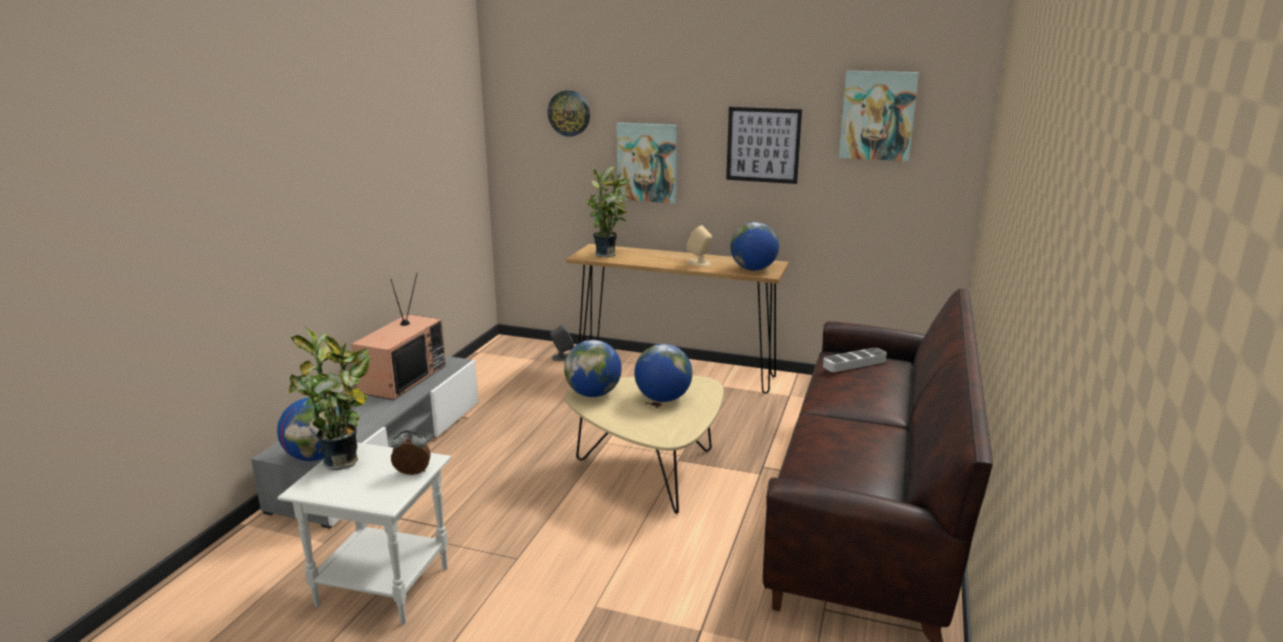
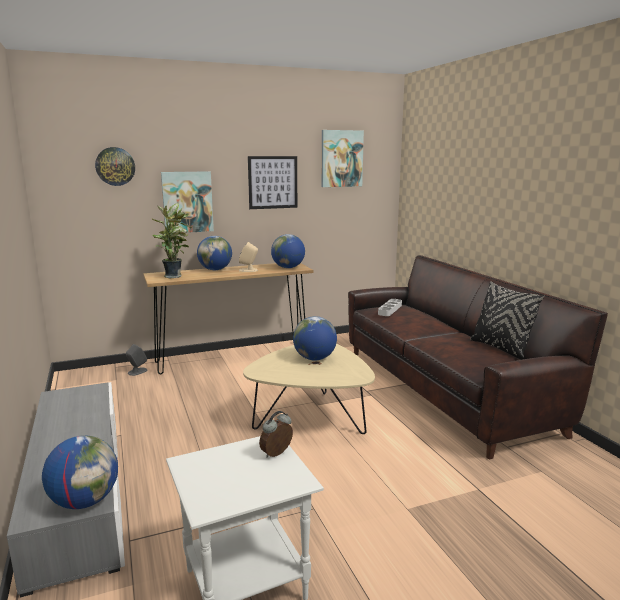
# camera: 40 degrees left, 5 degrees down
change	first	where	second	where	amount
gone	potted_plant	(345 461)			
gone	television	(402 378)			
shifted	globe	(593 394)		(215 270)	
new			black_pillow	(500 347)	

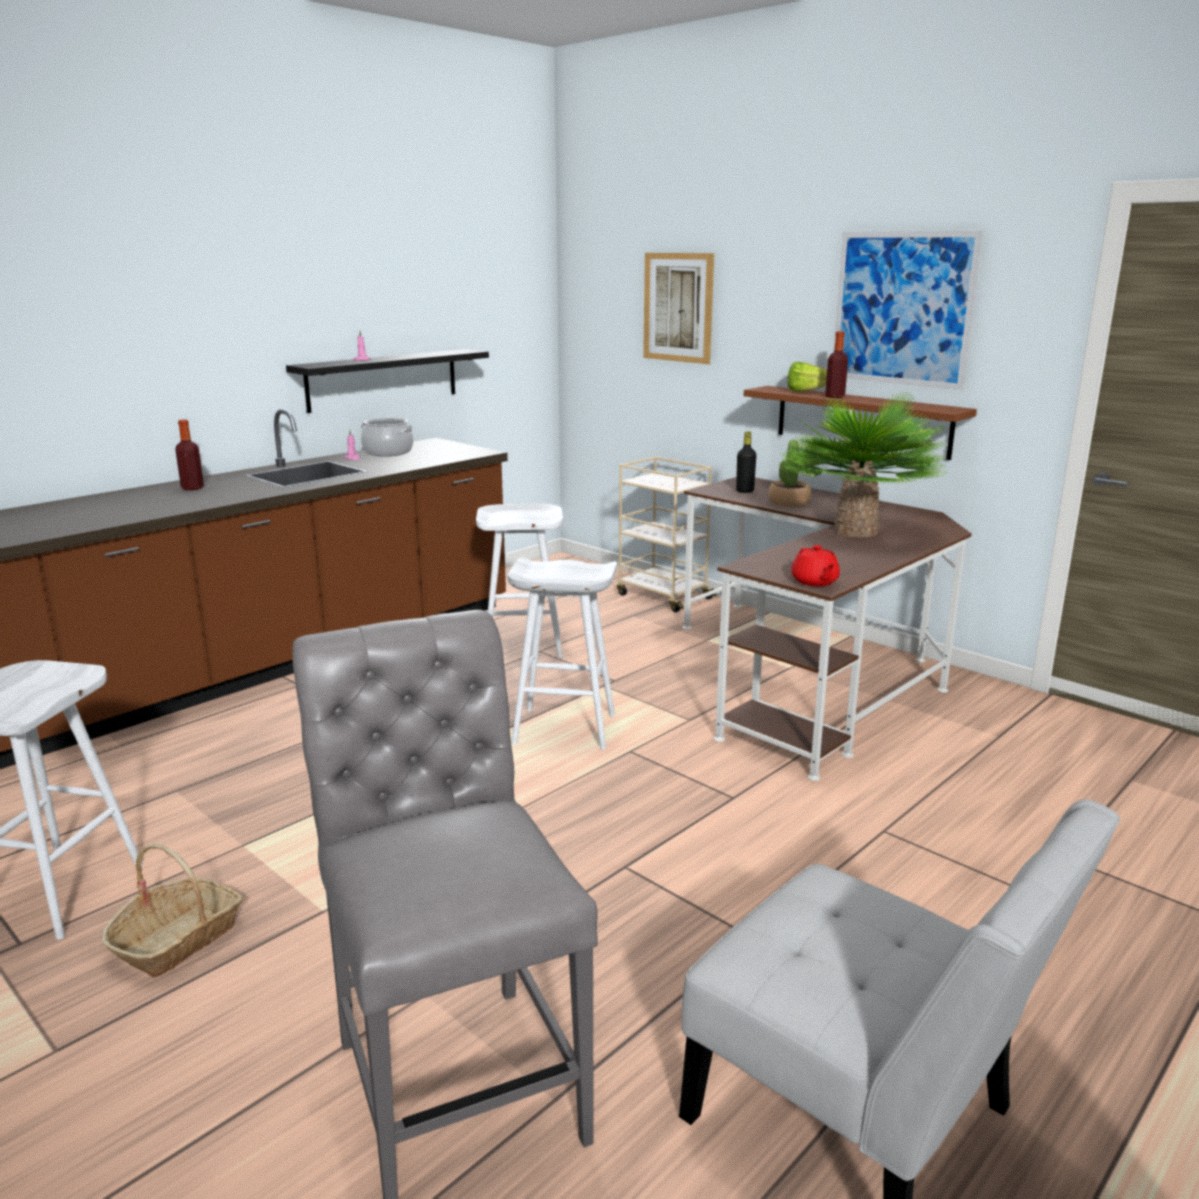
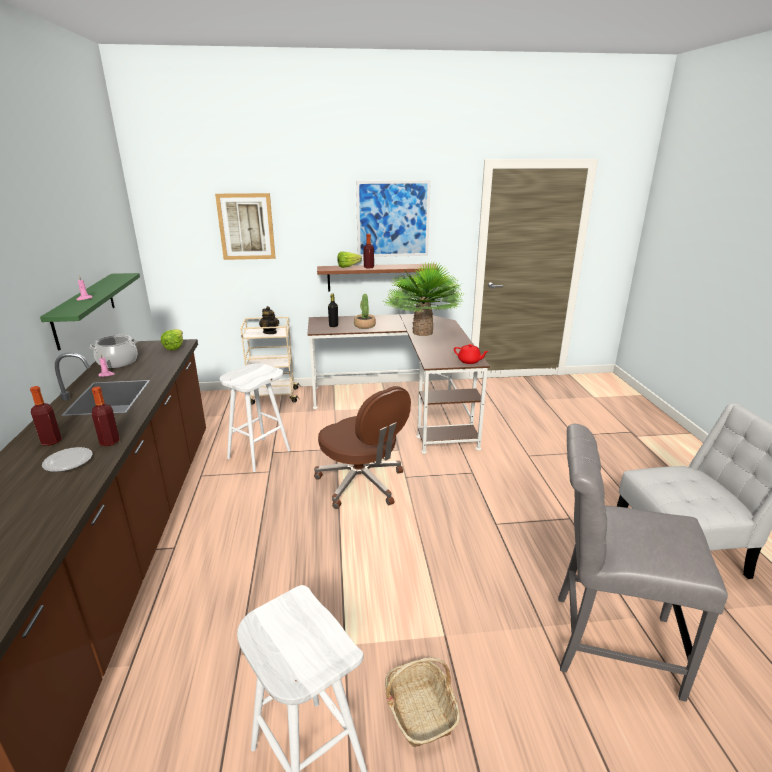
# camera: 50 degrees left, 5 degrees up
change	first	where	second	where	amount
repainted	black_shelf	(383 379)	green_shelf	(84 309)	
swapped	white_stool	(563 729)	brown_office_chair	(362 484)	
new			plate	(68 461)	
new			bottle	(110 442)	
new			lettuce	(176 346)	
new			teapot	(270 332)	

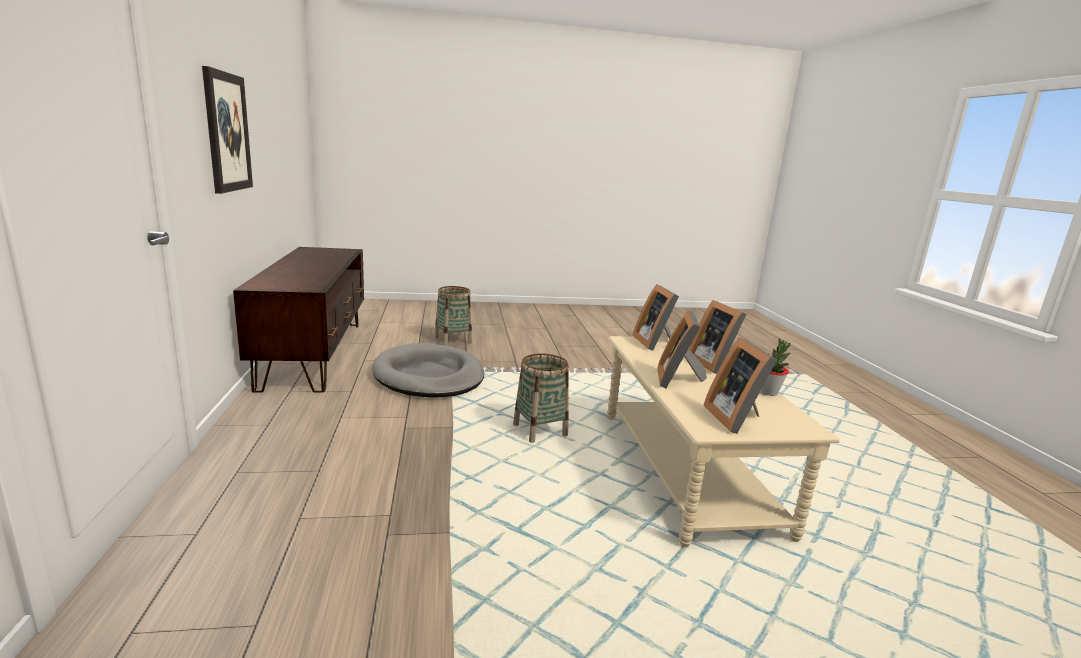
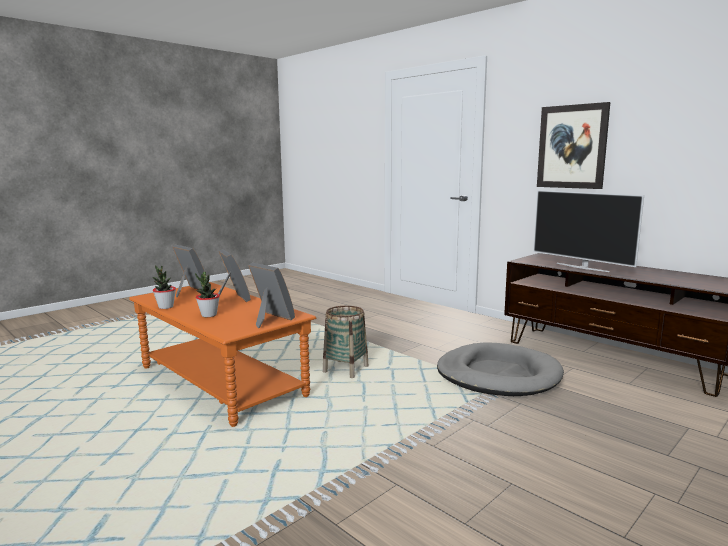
# camera: 145 degrees right, 5 degrees down
change	first	where	second	where	amount
gone	basket	(453 340)			
repainted	beige_coffee_table	(687 470)	orange_coffee_table	(221 381)	
swapped	picture_frame	(714 364)	potted_plant	(209 315)	
new			television	(582 267)	

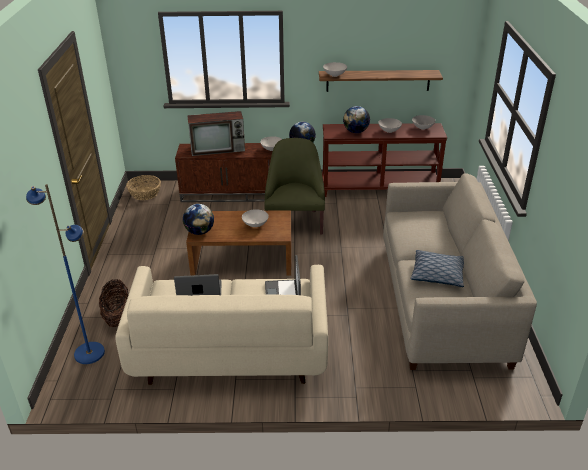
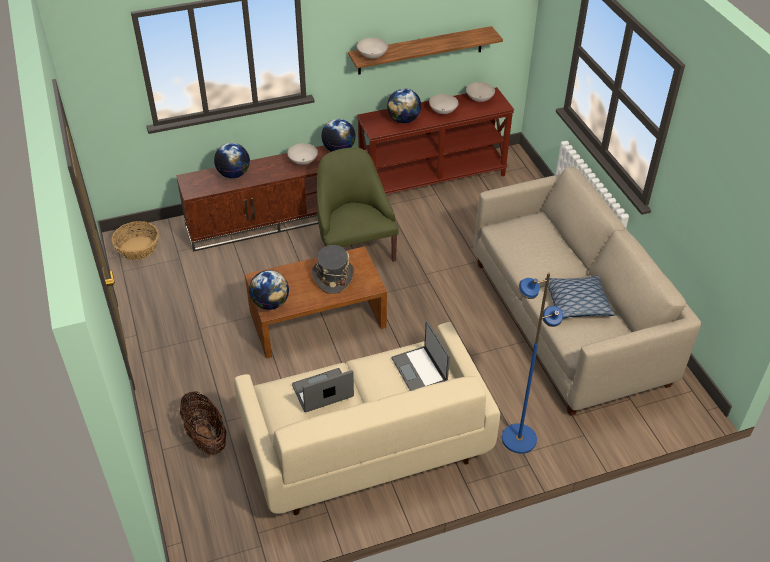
# camera: 20 degrees left, 10 degrees up
change	first	where	second	where	amount
shifted	blue_floor_lamp	(89 353)		(518 438)	
swapped	television	(218 149)	globe	(234 174)	
swapped	white_bowl	(255 224)	grey_hat	(333 277)	

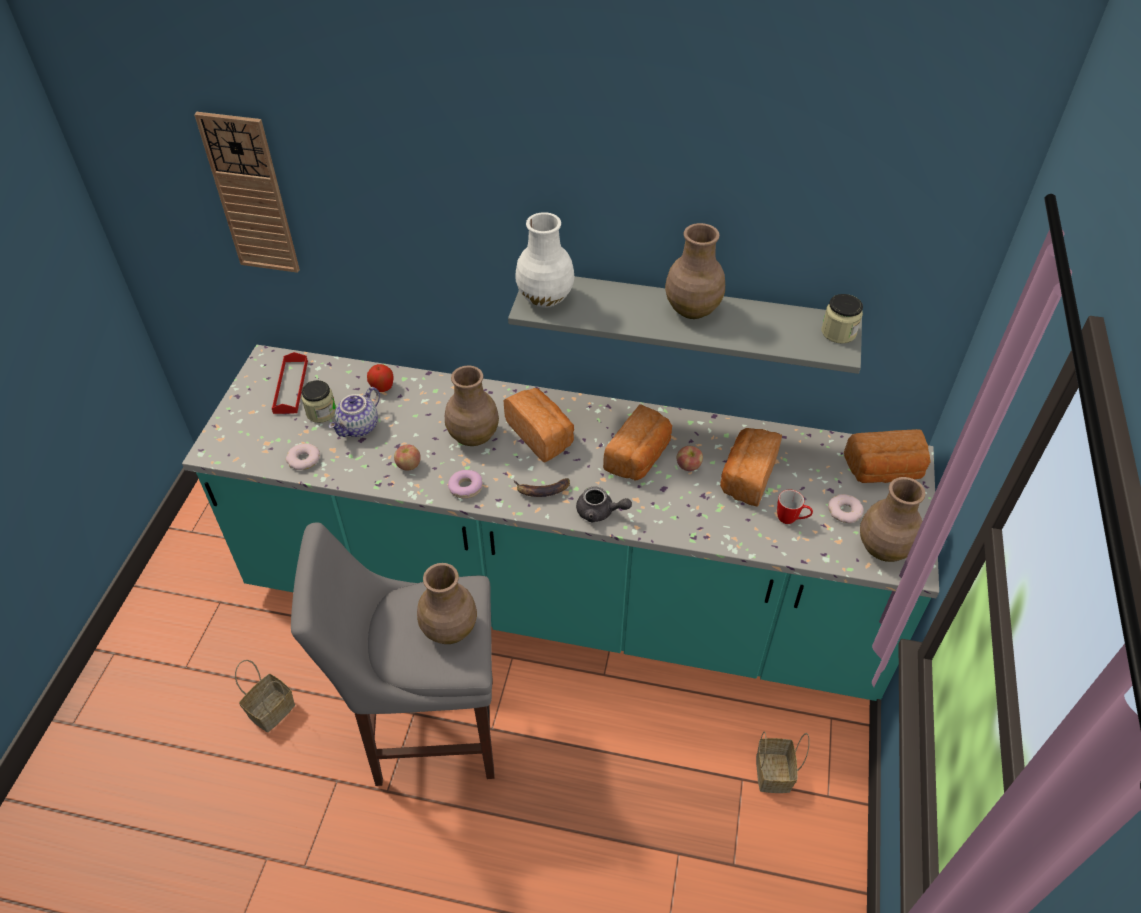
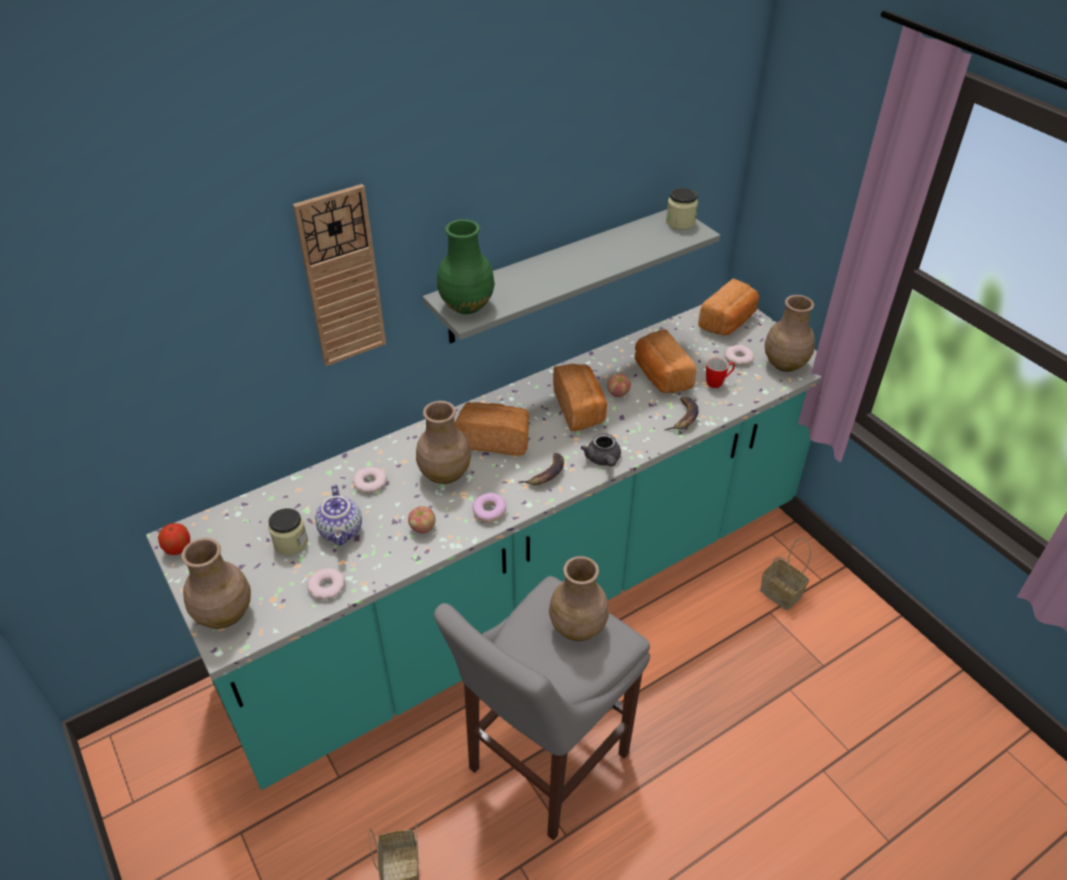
# camera: 45 degrees left, 5 degrees down
change	first	where	second	where	amount
shifted	wall_clock	(251 195)		(342 278)	
gone	red_tray	(291 386)			
shifted	apple	(382 387)		(178 549)	
repainted	white_vase	(546 298)	green_vase	(468 305)	
rotated	grey_teapot	(600 512)		(603 460)	105 degrees clockwise
shifted	brown_vase	(691 309)		(223 614)	
new			donut	(370 482)	
new			banana	(683 417)	

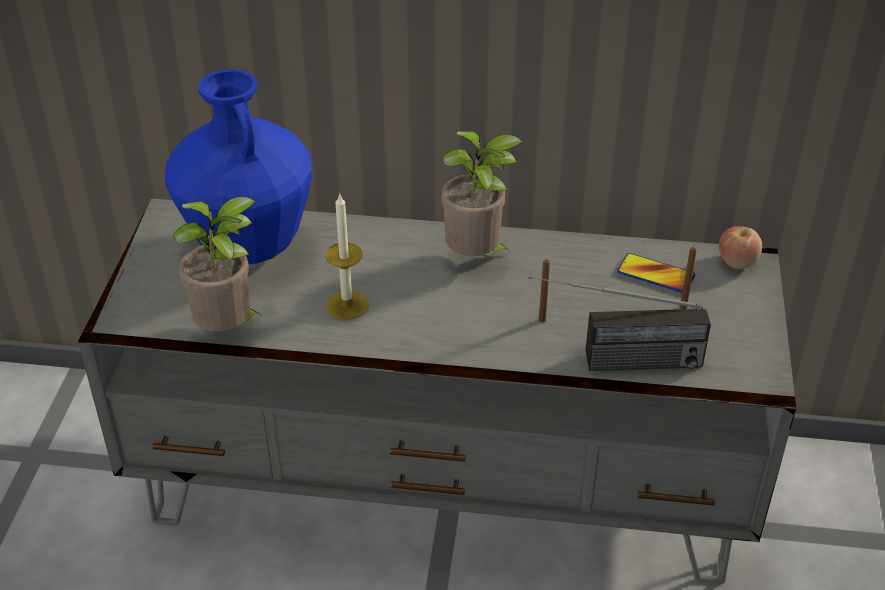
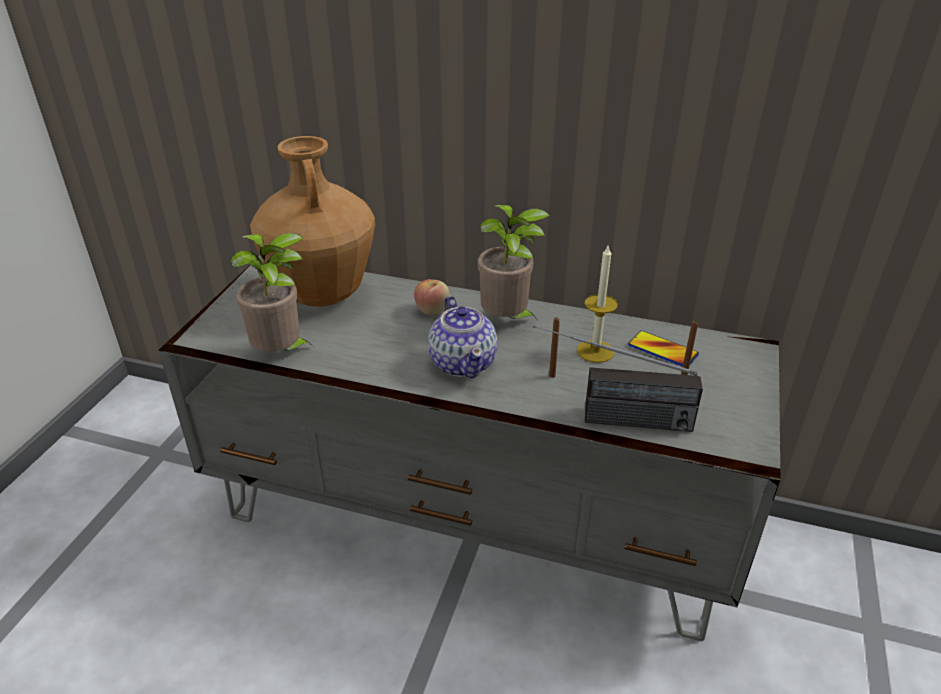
# camera: 10 degrees right, 5 degrees down
change	first	where	second	where	amount
repainted	blue_vase	(248 246)	brown_vase	(322 294)	
shifted	candle	(347 305)		(595 351)	
shifted	apple	(737 262)		(432 310)	
new			teapot	(463 362)	

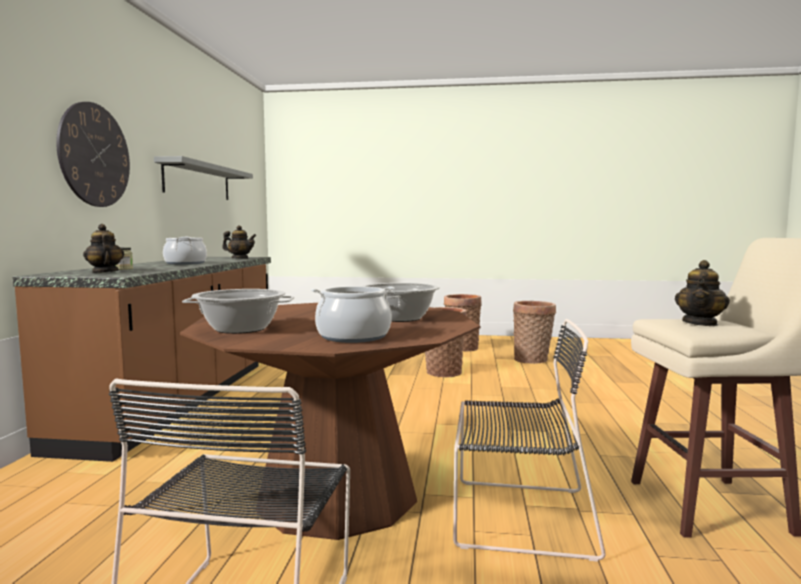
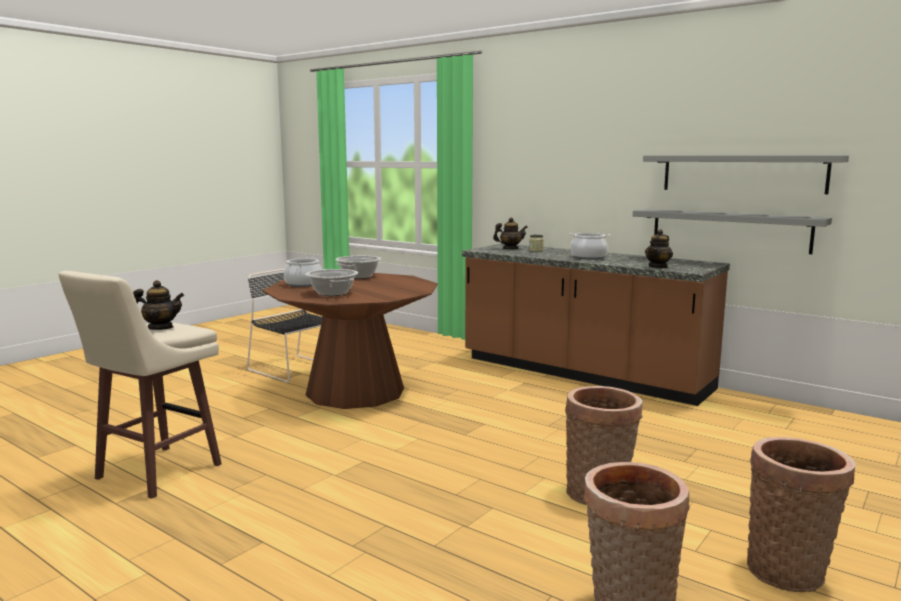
# camera: 120 degrees right, 5 degrees up
change	first	where	second	where	amount
gone	wall_clock	(94 155)			
gone	black_chair	(516 516)			
rotated	teapot	(700 323)		(160 328)	120 degrees clockwise
new			grey_shelf	(729 230)	

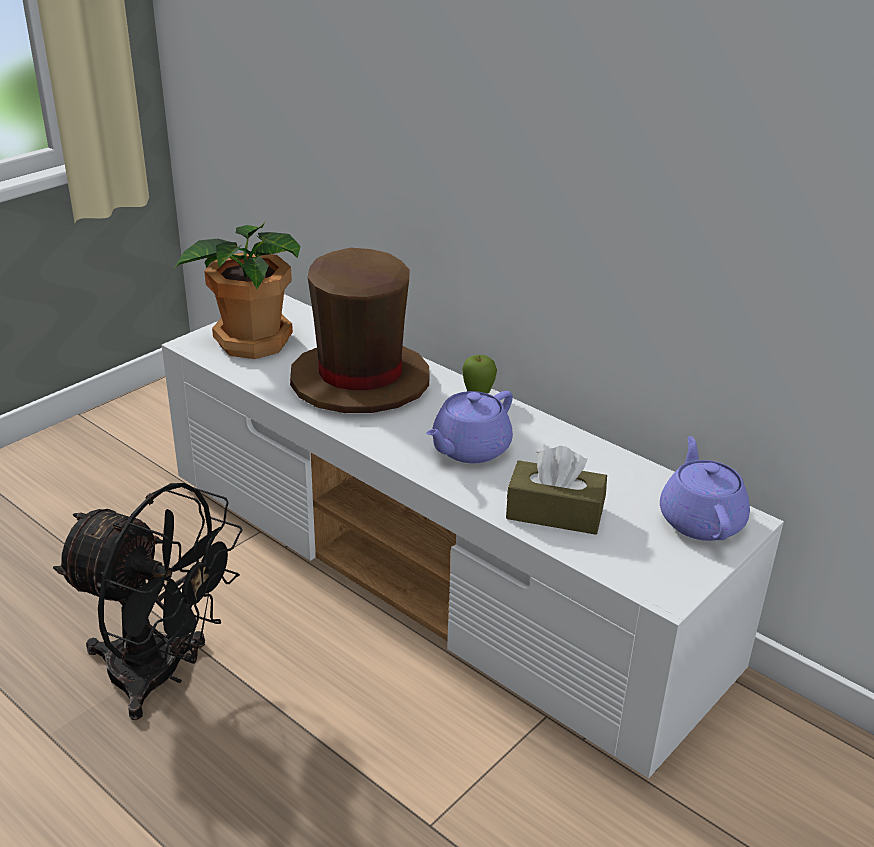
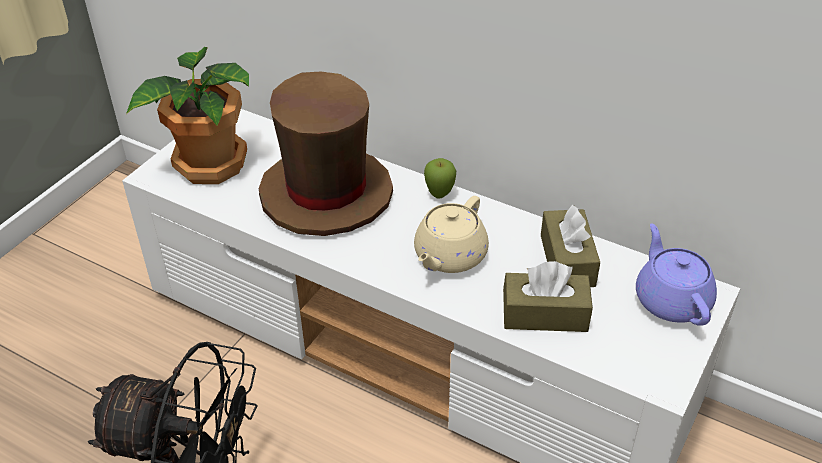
# camera: 10 degrees left, 10 degrees up
change	first	where	second	where	amount
repainted	purple_teapot	(469 449)	beige_teapot	(449 256)	
new			brown_tissue_box	(567 260)	

